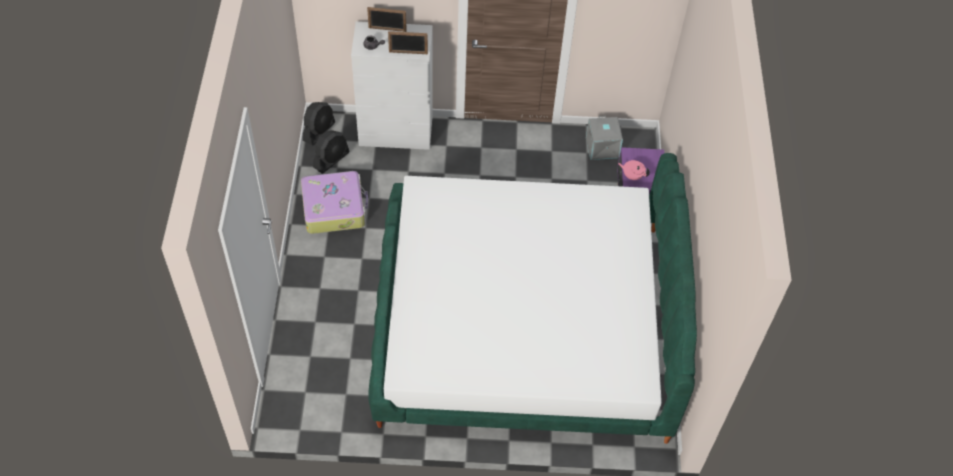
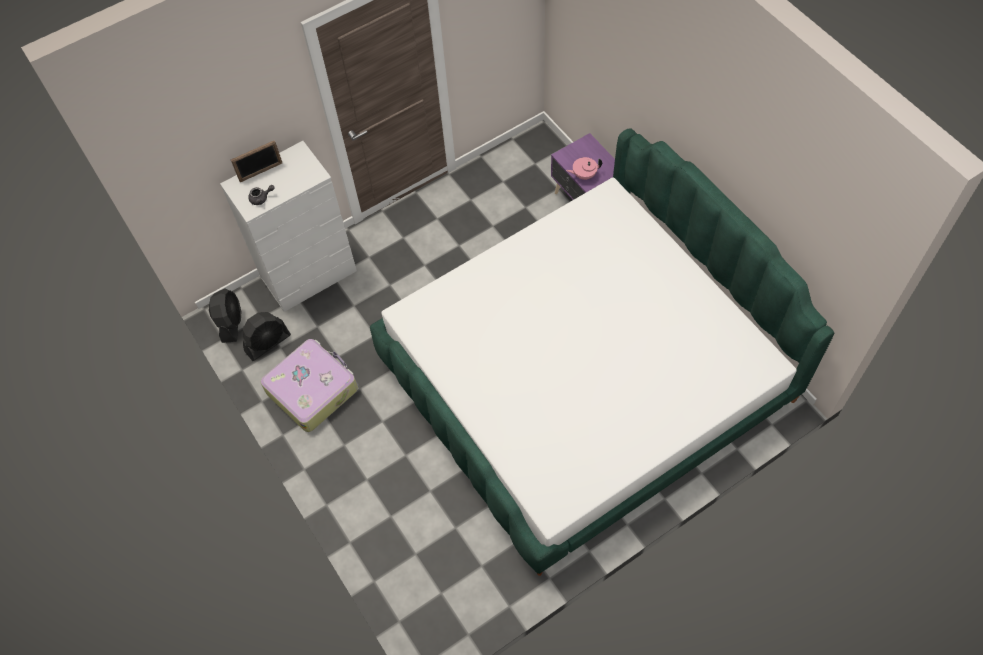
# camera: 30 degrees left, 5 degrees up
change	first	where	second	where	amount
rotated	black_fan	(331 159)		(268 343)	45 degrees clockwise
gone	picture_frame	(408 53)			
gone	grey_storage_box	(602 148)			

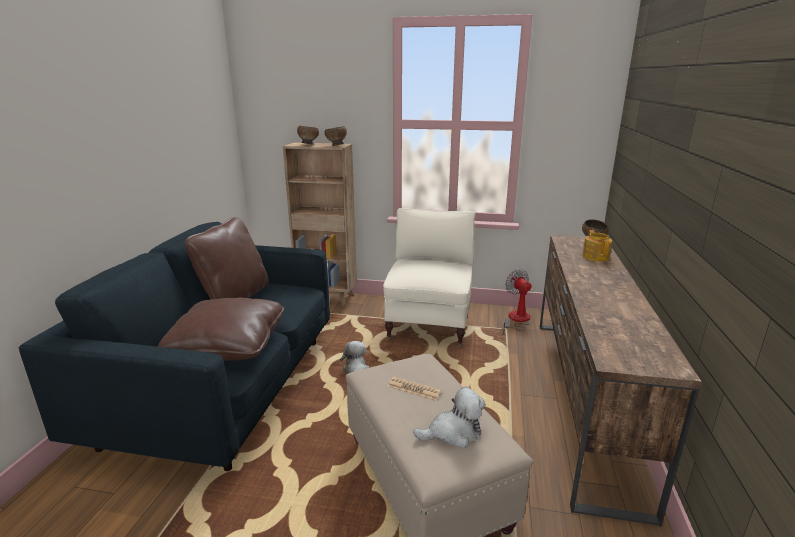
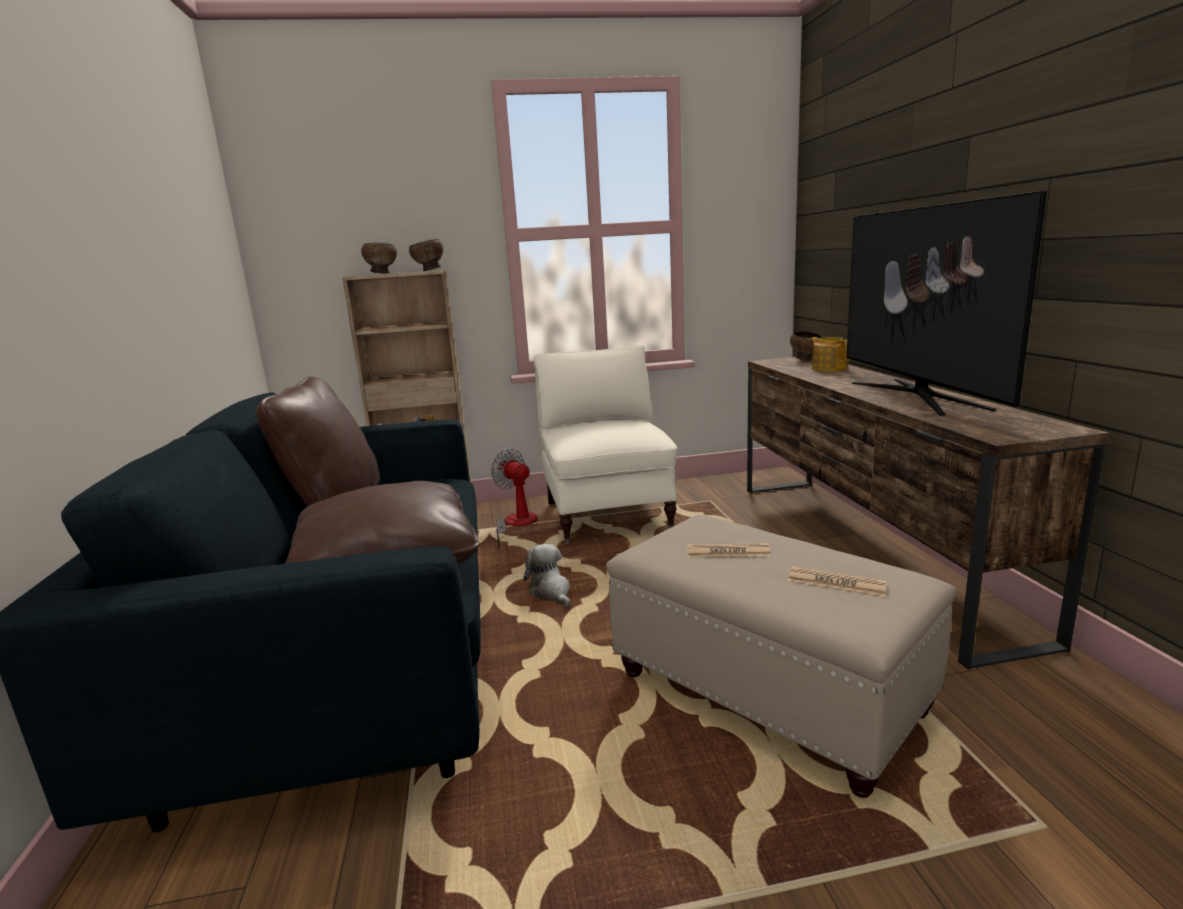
# camera: 20 degrees left, 5 degrees down
change	first	where	second	where	amount
swapped	plush_toy	(453 433)	newspaper	(836 583)	
shifted	fan	(516 320)		(518 526)	
new			television	(916 395)	

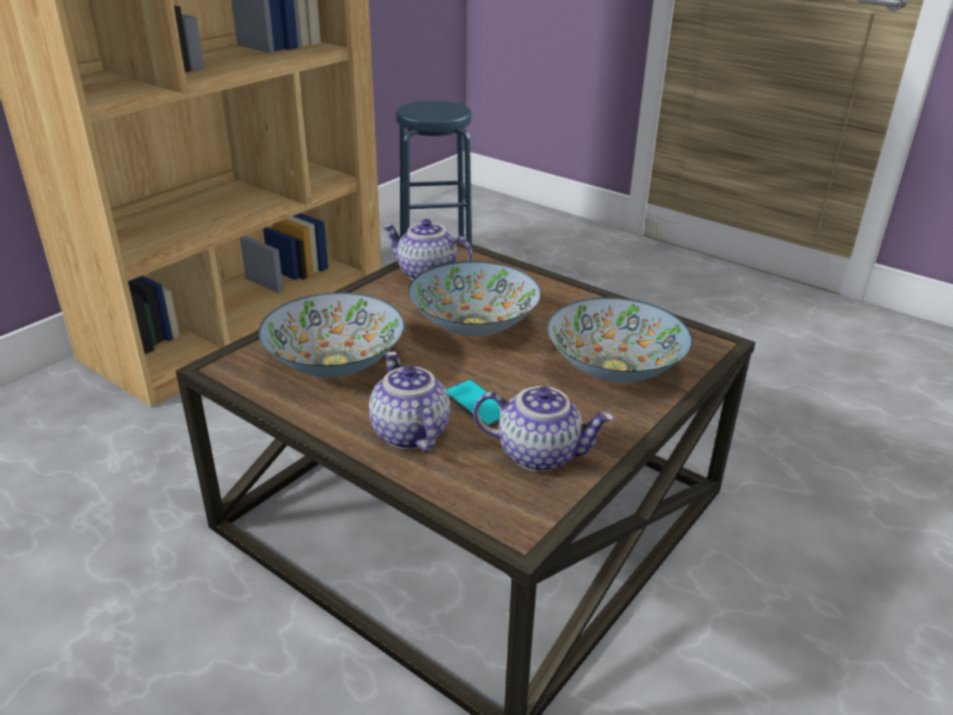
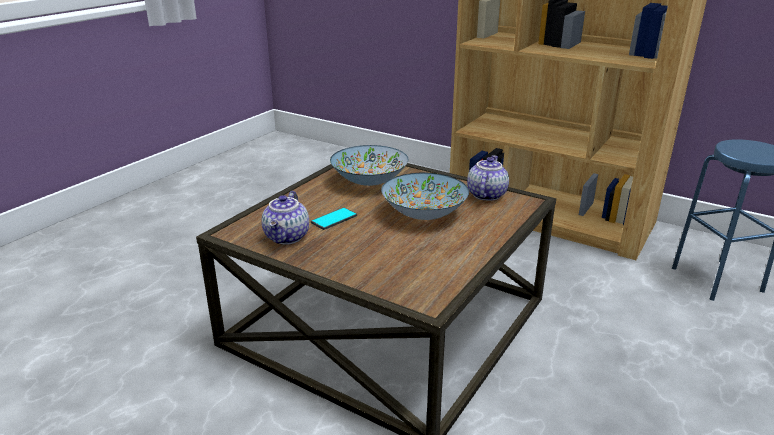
# camera: 85 degrees right, 5 degrees down
change	first	where	second	where	amount
gone	teapot	(408 433)			
gone	bowl	(615 368)			

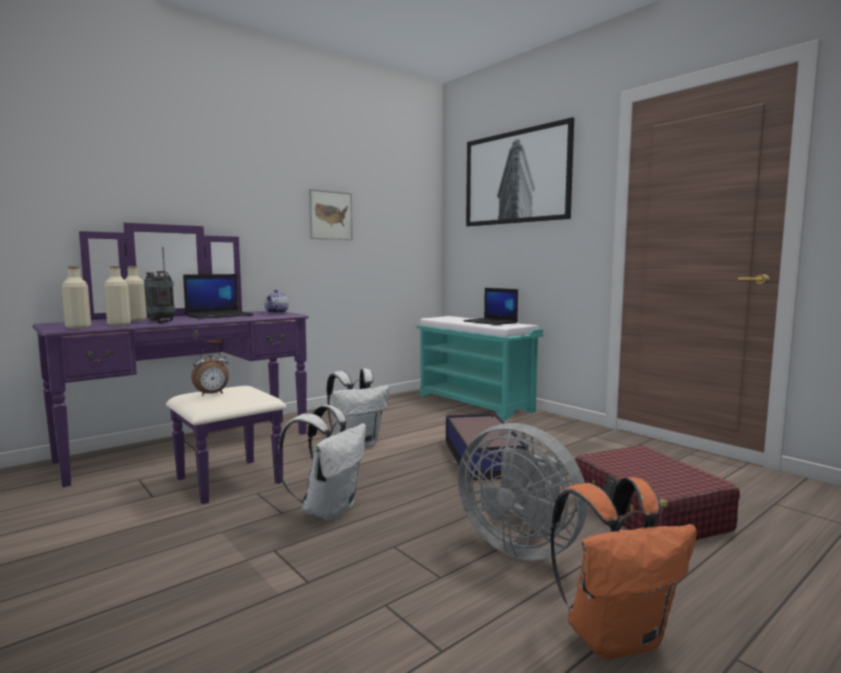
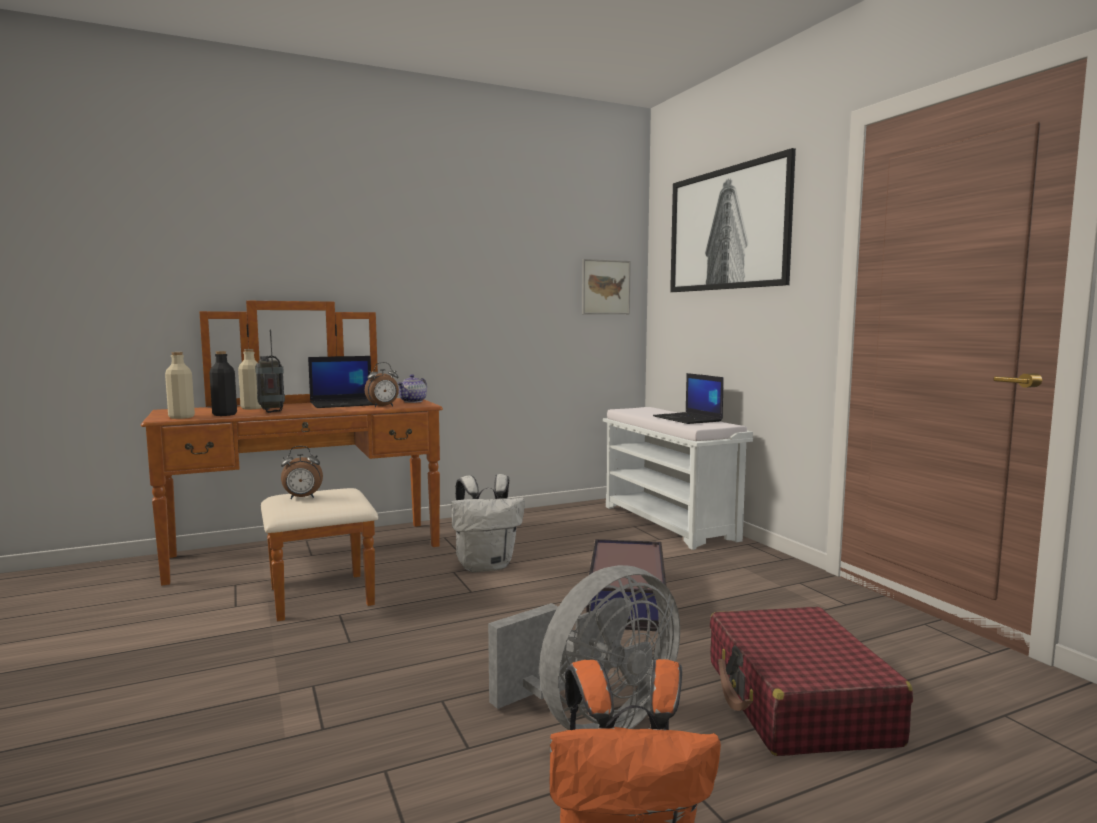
# camera: 15 degrees right, 0 degrees up
change	first	where	second	where	amount
repainted	purple_dresser	(198 453)	brown_dresser	(311 560)	
repainted	beige_bottle	(119 325)	black_bottle	(224 414)	
gone	white_backpack	(328 510)			
shifted	picture	(330 215)		(605 287)	
repainted	turquoise_bench	(476 403)	white_bench	(670 523)	
rotated	grey_fan	(521 545)		(592 722)	90 degrees counterclockwise
new			alarm_clock	(383 406)	

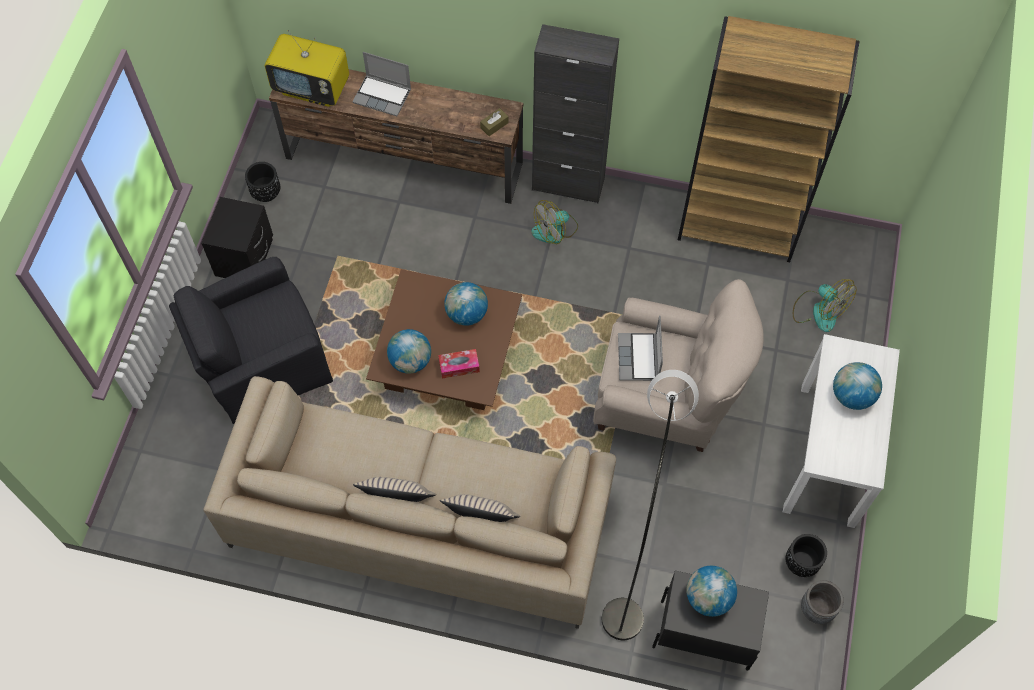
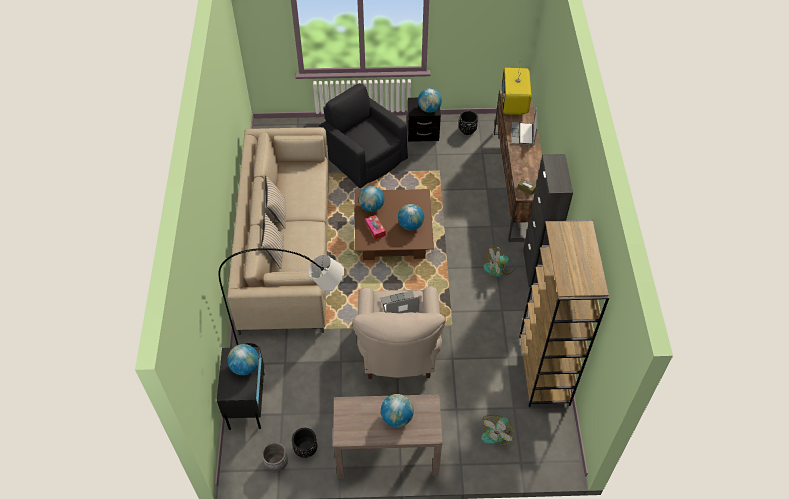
# camera: 75 degrees right, 10 degrees down
change	first	where	second	where	amount
rotated	fan	(555 230)		(499 268)	60 degrees counterclockwise
repainted	white_console_table	(827 454)	brown_console_table	(387 454)	
new			globe	(429 109)	

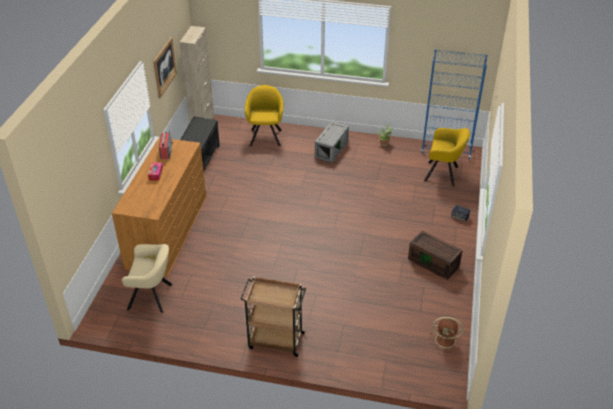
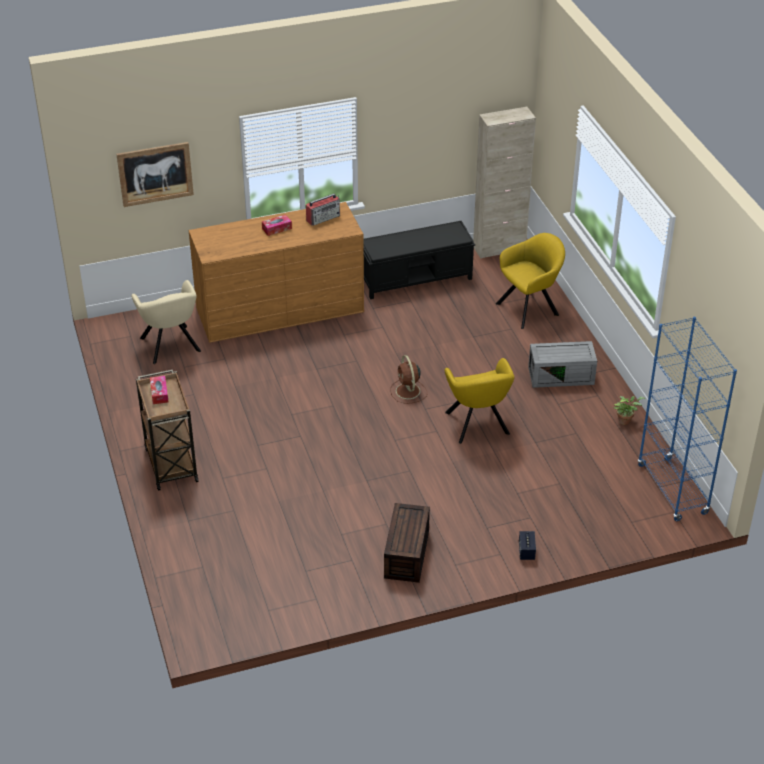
# camera: 60 degrees right, 0 degrees up
change	first	where	second	where	amount
shifted	picture	(164 67)		(155 174)	
shifted	yellow_armchair	(443 174)		(478 426)	
shifted	brown_fan	(446 340)		(408 392)	
new			tissue_box	(159 393)	

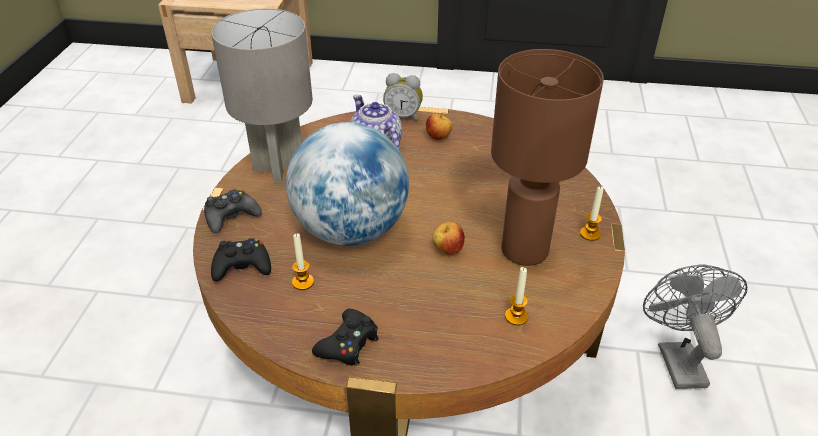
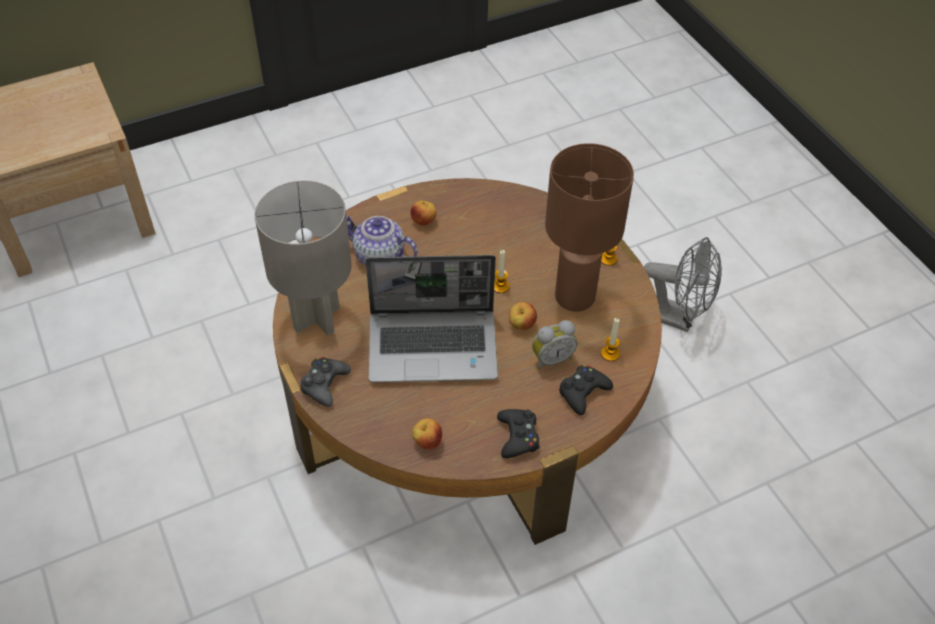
# camera: 35 degrees left, 10 degrees up
change	first	where	second	where	amount
shifted	black_game_controller	(242 266)		(583 392)	
swapped	globe	(351 230)	laptop	(434 346)	
shifted	candle	(303 282)		(500 286)	
shifted	alarm_clock	(403 116)		(551 358)	
rotated	grey_fan	(677 358)		(677 317)	150 degrees clockwise
new			apple	(427 442)	

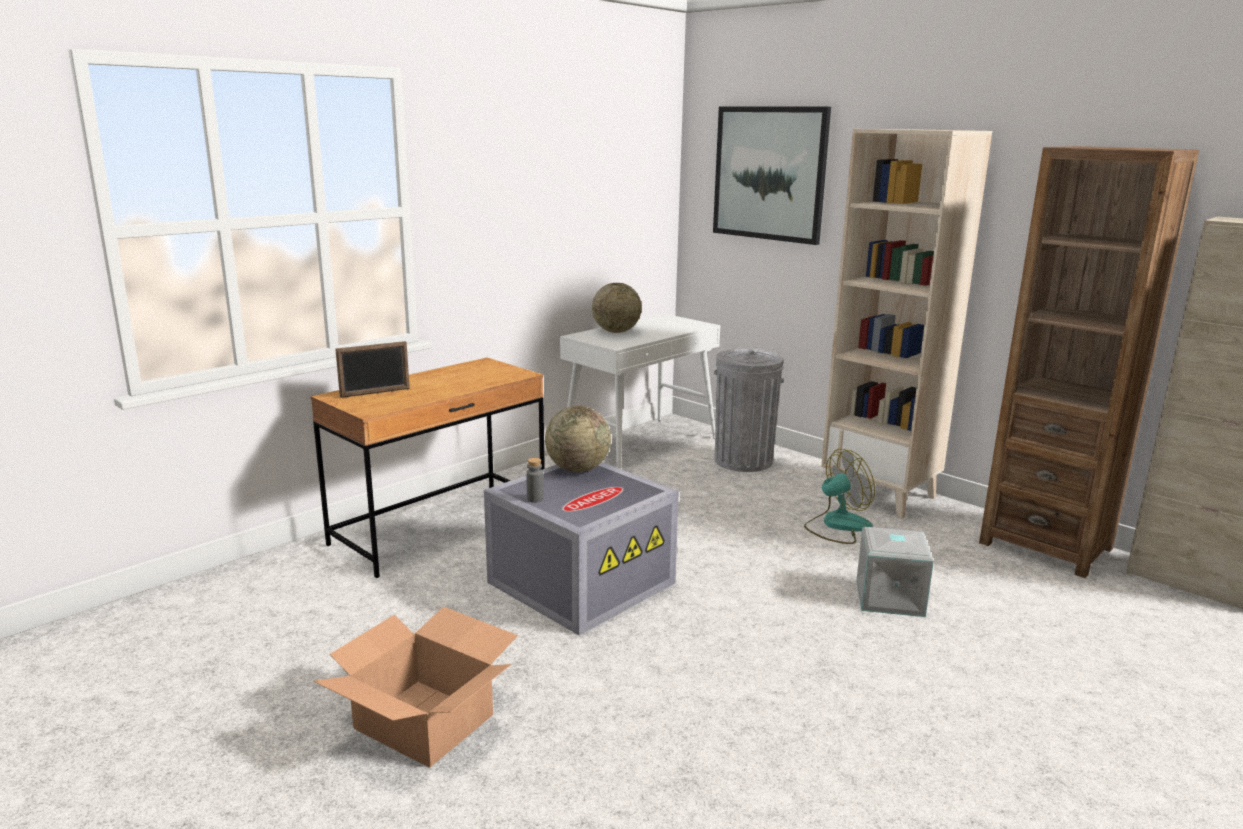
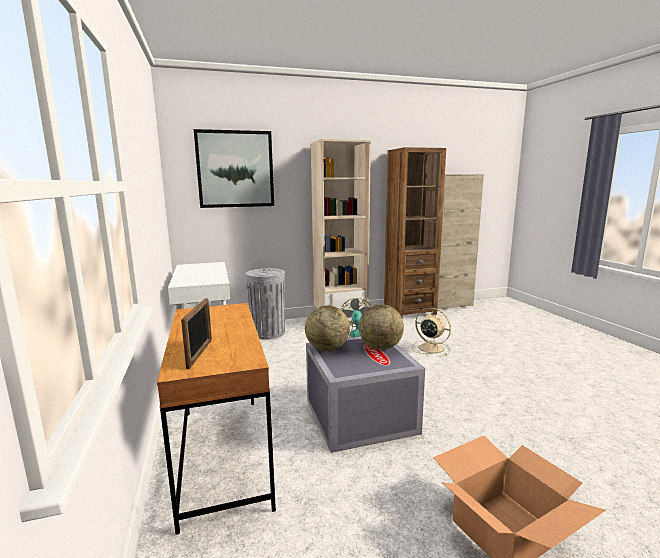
# camera: 60 degrees left, 5 degrees down
change	first	where	second	where	amount
gone	grey_bottle	(535 499)			
shifted	globe	(616 331)		(380 347)	
swapped	grey_storage_box	(888 597)	beige_fan	(430 348)	

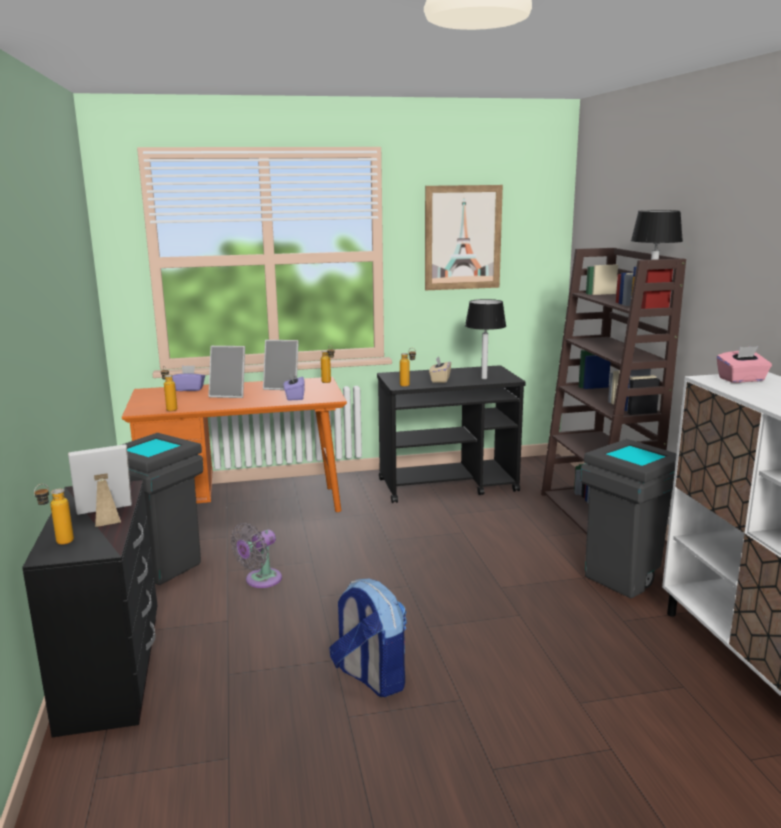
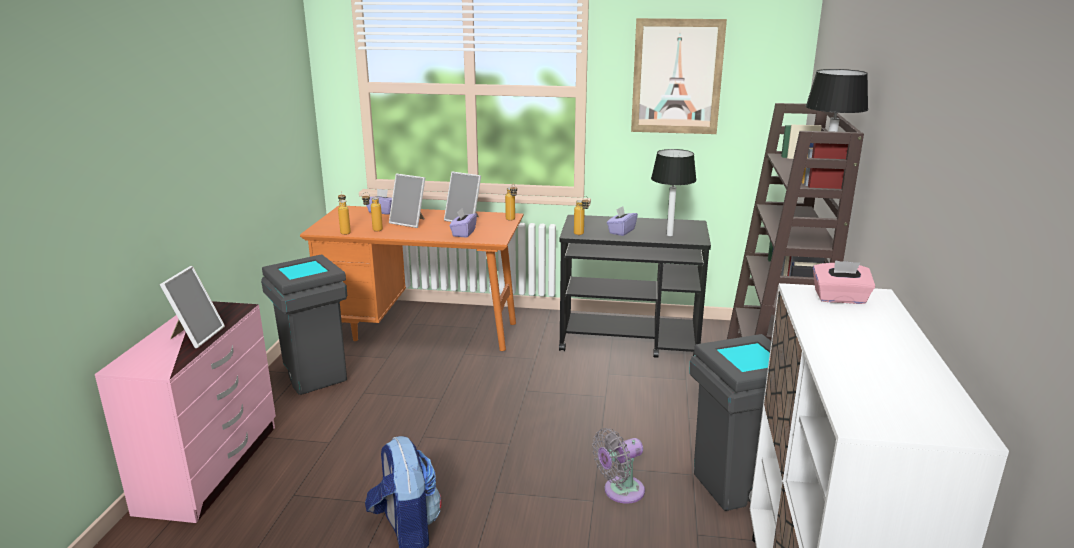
# camera: 20 degrees right, 5 degrees up
change	first	where	second	where	amount
repainted	black_dresser	(113 670)	pink_dresser	(212 467)	
shifted	bottle	(58 543)		(373 230)	
rotated	picture_frame	(105 516)		(196 336)	105 degrees clockwise
shifted	grey_fan	(260 580)		(620 491)	
repainted	beige_tissue_box	(440 380)	purple_tissue_box	(621 231)	

